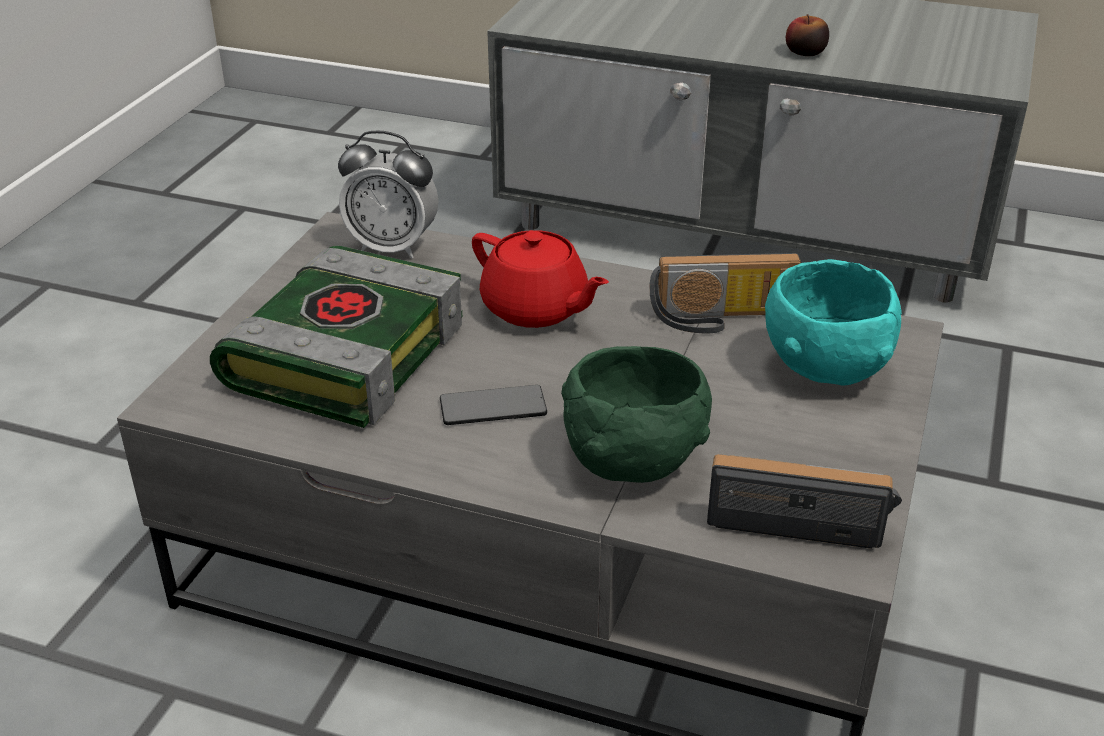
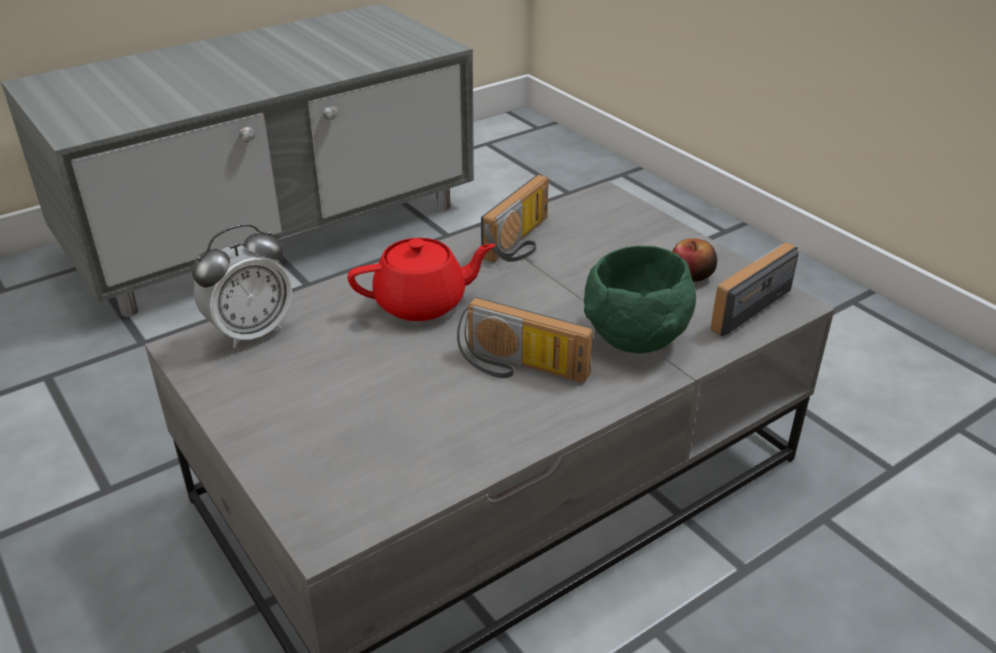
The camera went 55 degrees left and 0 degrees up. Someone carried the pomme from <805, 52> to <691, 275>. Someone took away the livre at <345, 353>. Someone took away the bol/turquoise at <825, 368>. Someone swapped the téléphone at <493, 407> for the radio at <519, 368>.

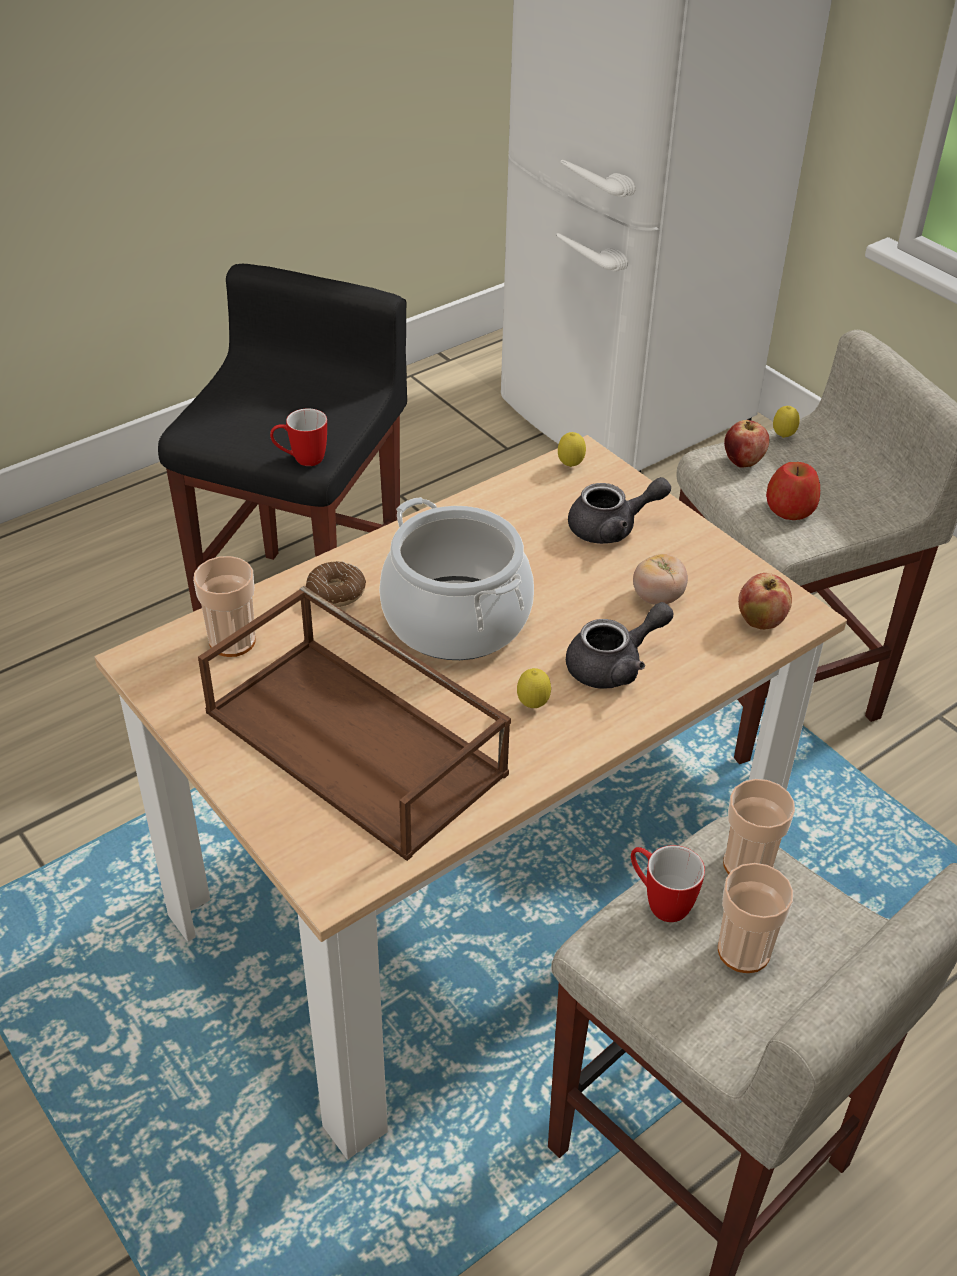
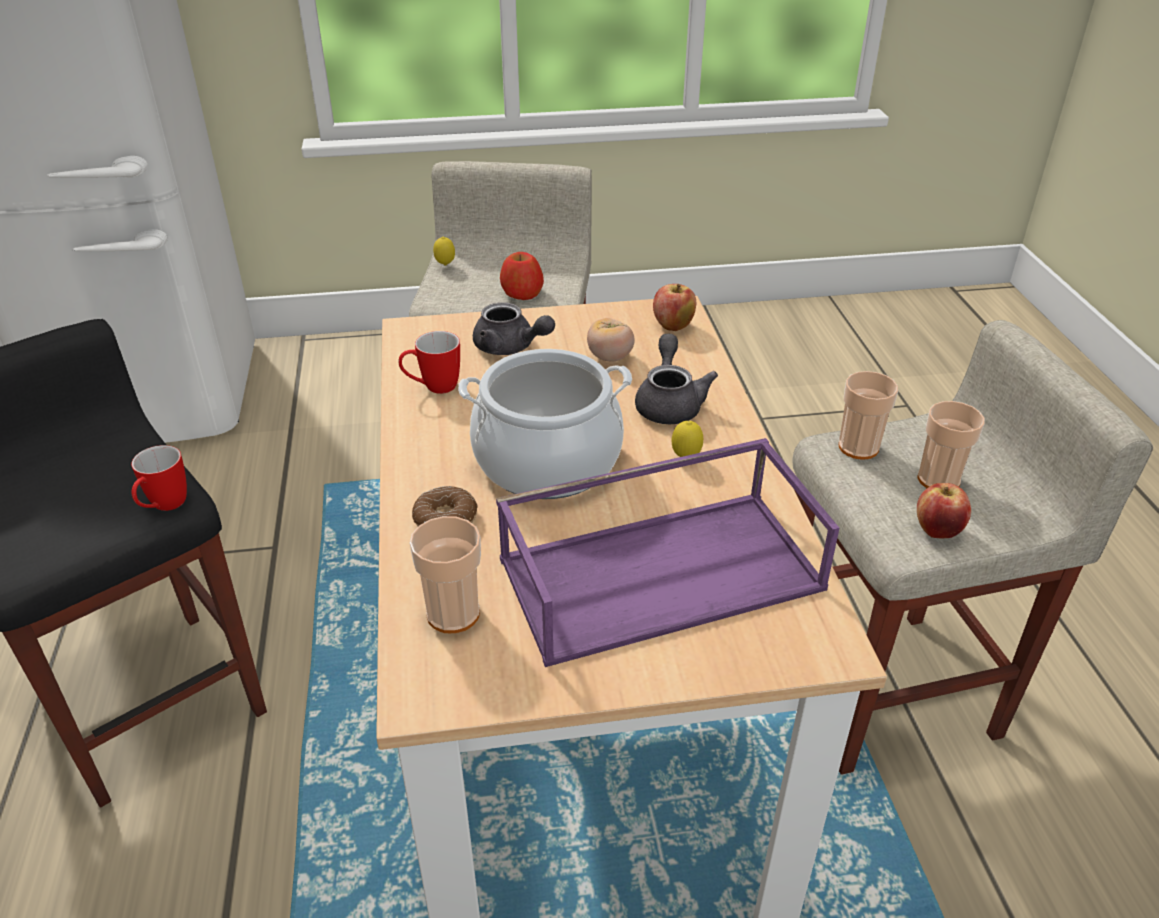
The camera went 60 degrees left and 5 degrees down. Someone carried the pomme from <743, 462> to <937, 530>. Someone took away the citron at <570, 466>. Someone rotated the théière/gris at <612, 528> by 105 degrees clockwise. Someone repainted the plateau/marron at <359, 742>, which became the plateau/violet at <662, 571>. Someone carried the mug from <659, 901> to <433, 388>.

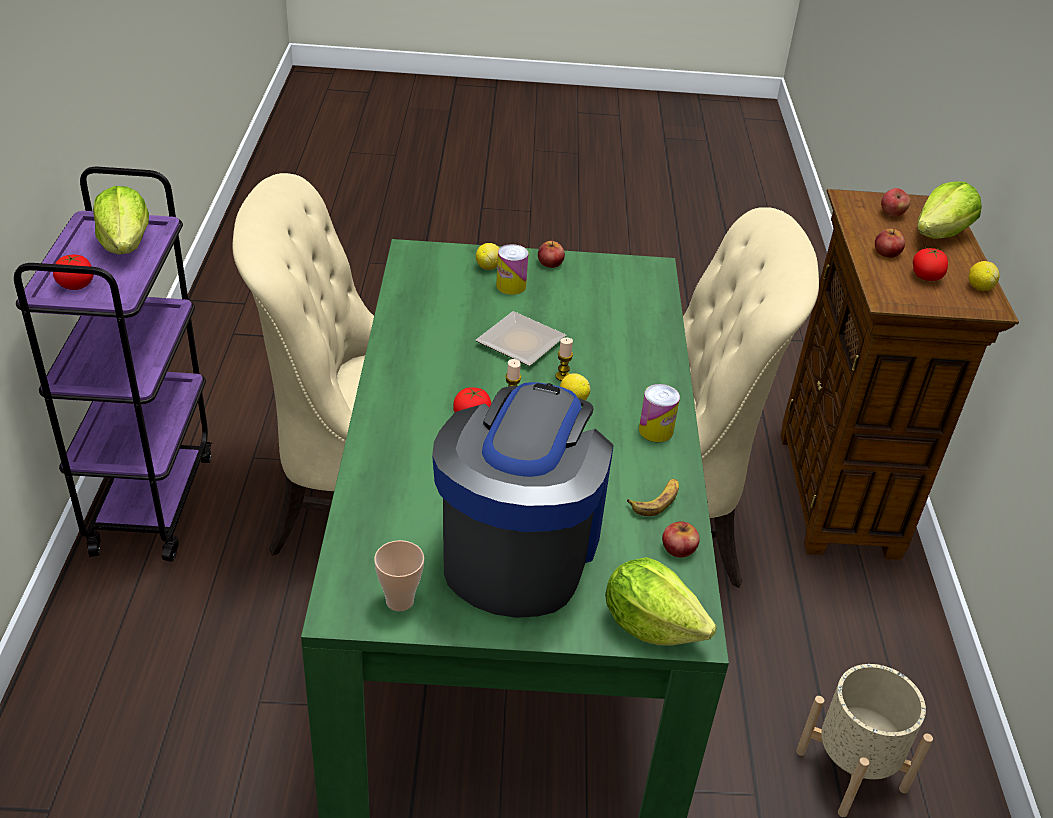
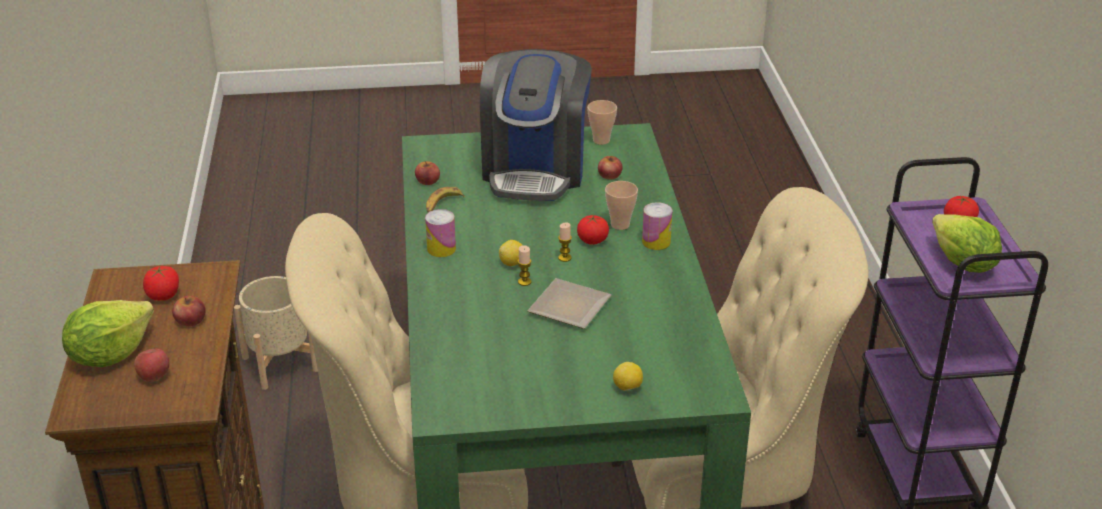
The camera went 175 degrees right and 5 degrees down. Someone carried the pomme from <550, 263> to <609, 175>. Someone carried the boîte métallique from <511, 286> to <656, 242>. Someone took away the citron at <979, 287>. Someone took away the laitue at <650, 625>. Someone put down the tasse at <620, 224>.

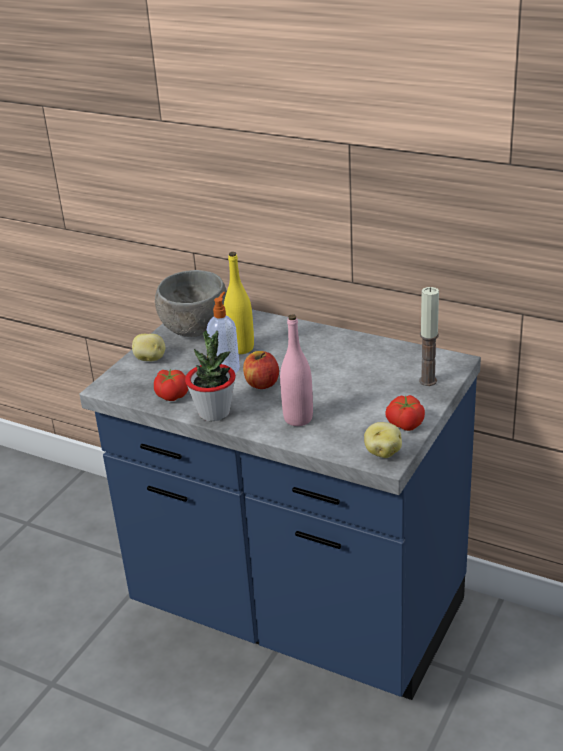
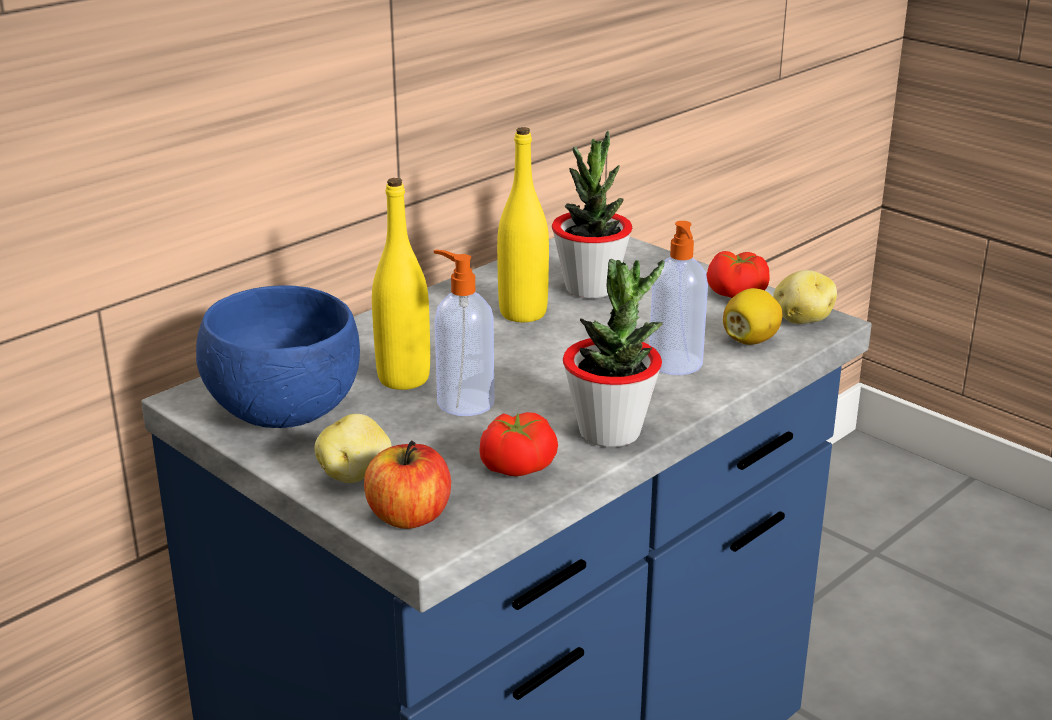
The camera went 75 degrees left and 5 degrees down. Someone repainted the bol/gris at <194, 330>, which became the bol/bleu at <283, 414>. Someone took away the bougie at <427, 381>. Someone swapped the bouteille/rose at <298, 418> for the distributeur de savon at <675, 364>. Someone carried the pomme from <262, 383> to <409, 516>. Someone put down the bouteille/jaune at <523, 313>. Someone put down the plante en pot at <590, 288>. Someone put down the citron at <750, 340>.

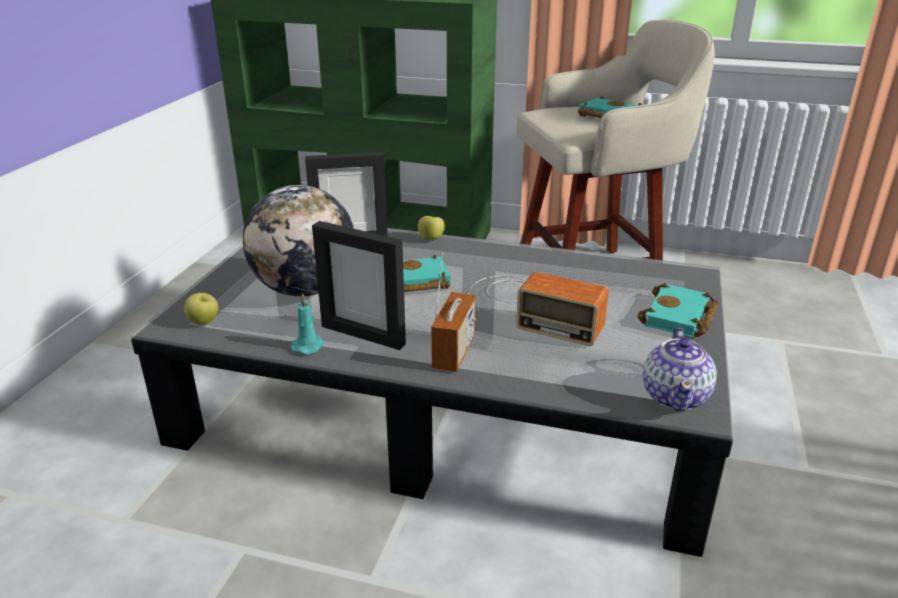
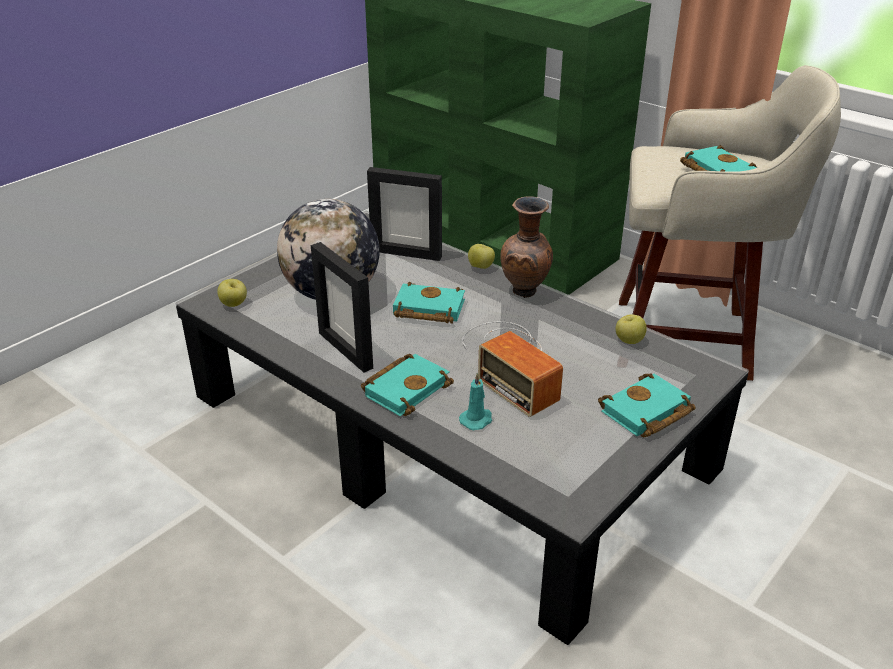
The camera went 25 degrees right and 5 degrees up. Someone swapped the radio at <454, 352> for the livre/turquoise at <406, 388>. Someone carried the bougie/turquoise from <309, 345> to <477, 420>. Someone took away the théière at <676, 396>. Someone put down the vase/marron at <525, 293>. Someone put down the pomme at <629, 341>.

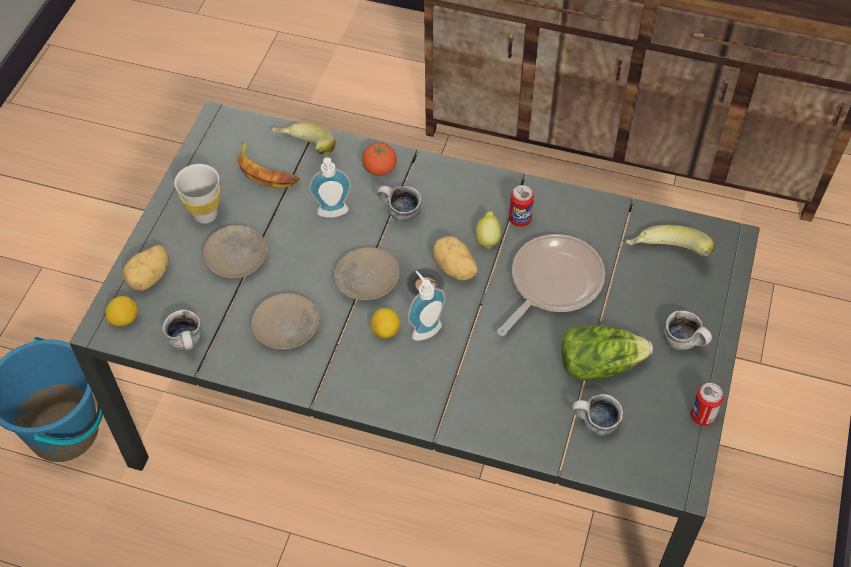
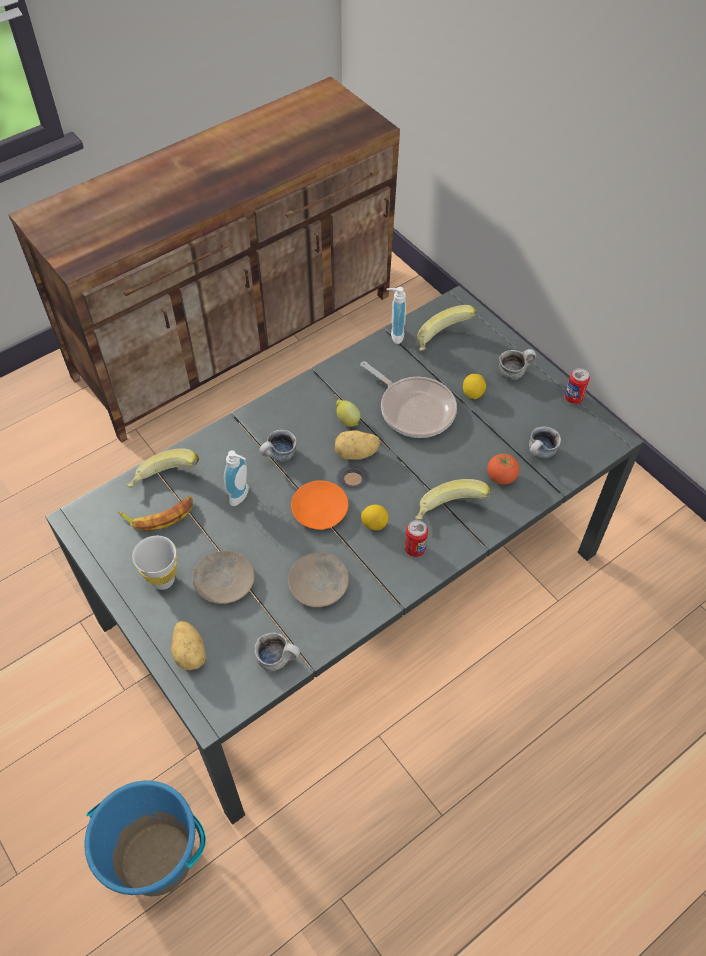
The camera went 55 degrees left and 0 degrees up. Someone carried the tomate from <380, 169> to <501, 477>. Someone carried the boîte métallique from <520, 219> to <415, 549>. Someone rotated the poêle at <552, 283> by 150 degrees clockwise. Someone repainted the assiette/beige at <366, 279>, which became the assiette/orange at <319, 510>. Someone carried the distributeur de savon from <424, 328> to <394, 334>. Someone carried the citron from <124, 319> to <473, 393>. Someone took away the laitue at <598, 363>. Someone put down the banane at <449, 513>.

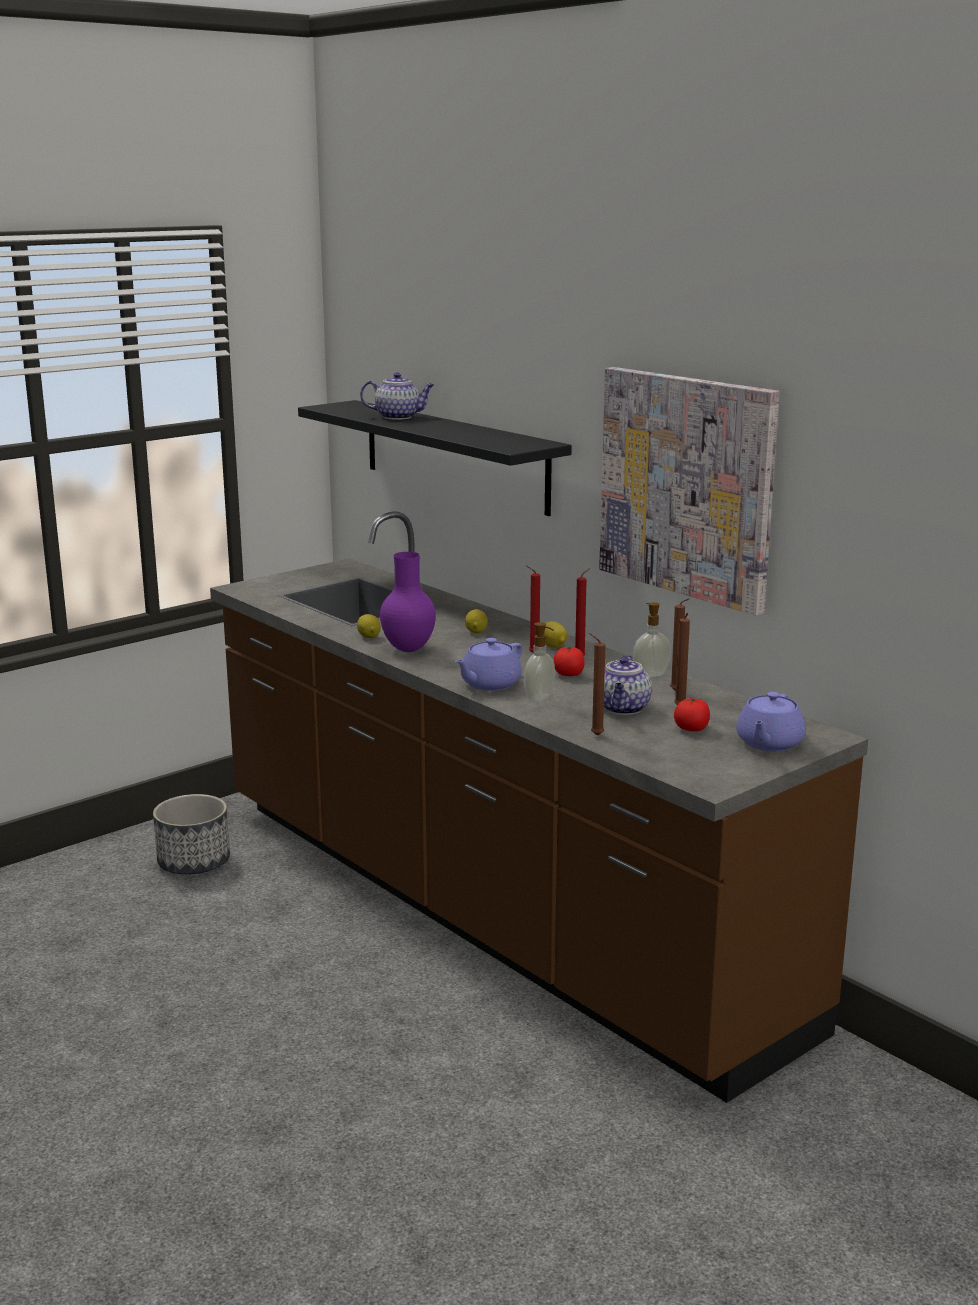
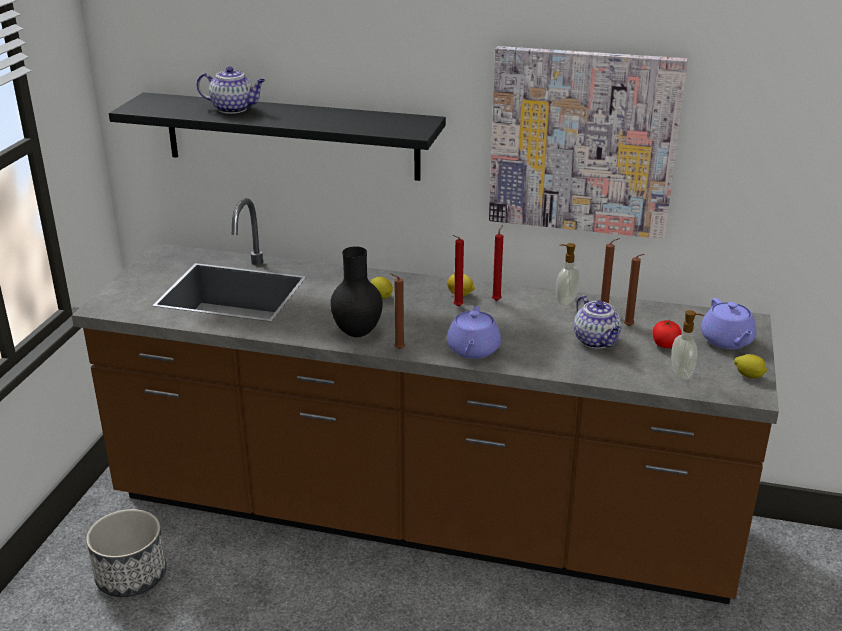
The camera went 35 degrees left and 10 degrees up. Someone rotated the théière at <399, 417> by 45 degrees clockwise. Someone repainted the vase/violet at <407, 649>, which became the vase/noir at <356, 333>. Someone carried the citron from <369, 637> to <749, 376>. Someone carried the distributeur de savon from <540, 698> to <682, 374>. Someone carried the bougie/marron from <595, 735> to <397, 349>. Someone took away the tomate at <568, 674>.

